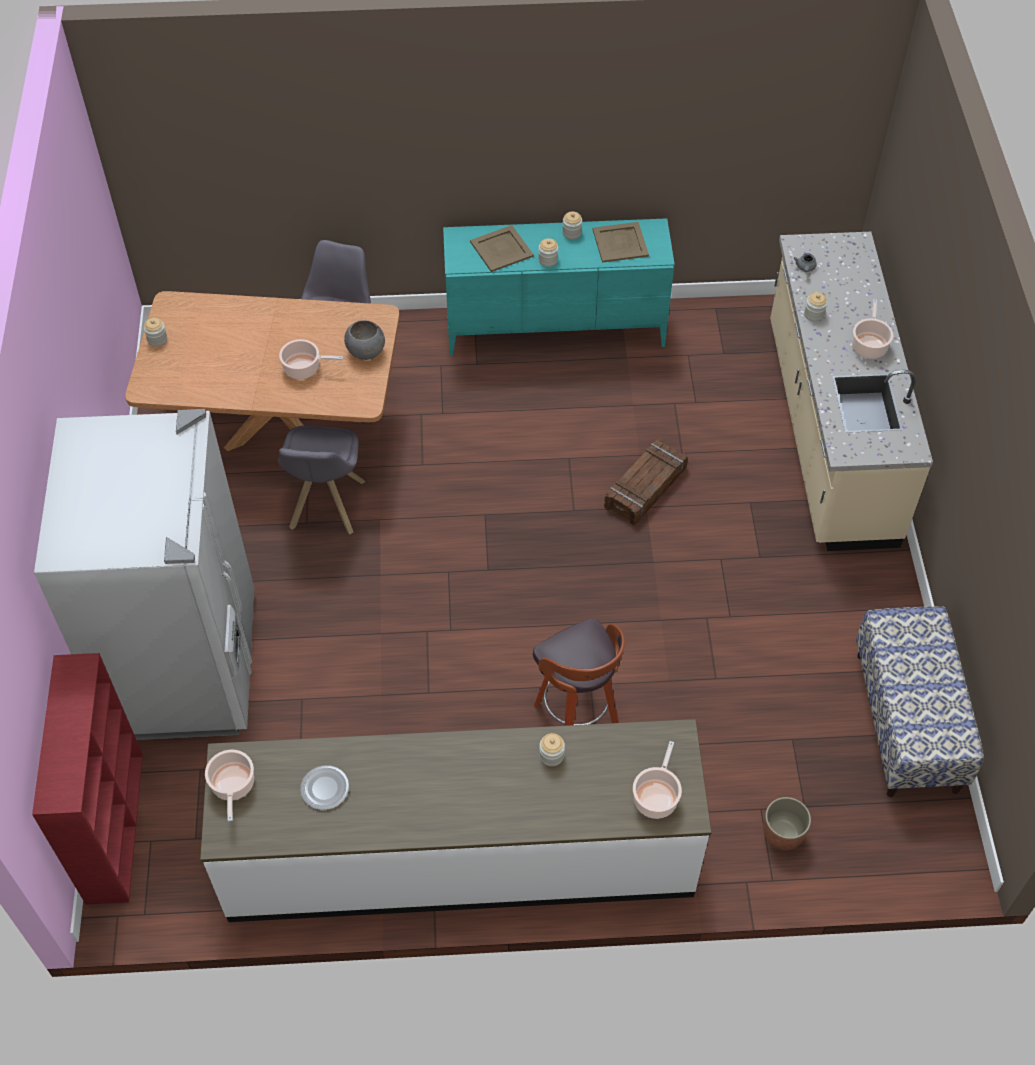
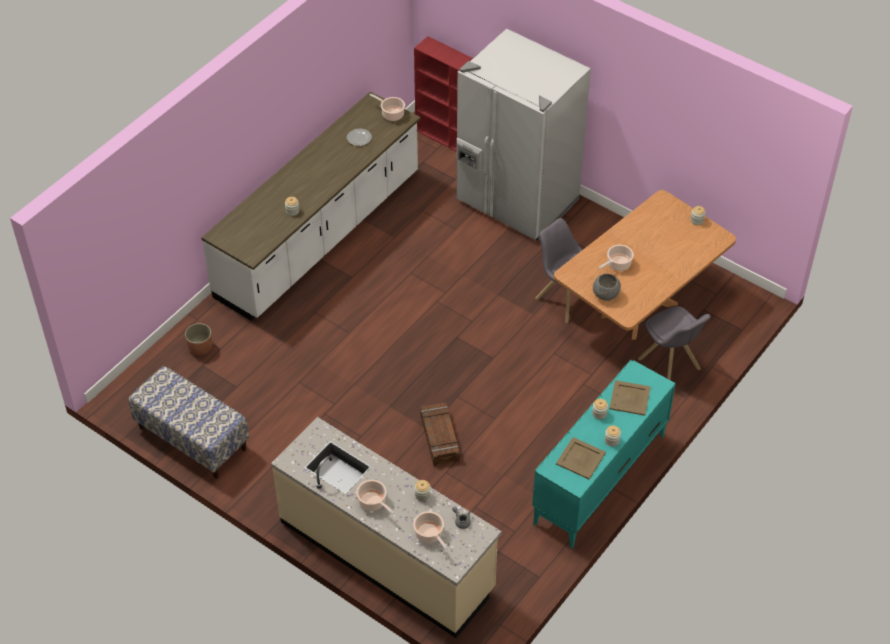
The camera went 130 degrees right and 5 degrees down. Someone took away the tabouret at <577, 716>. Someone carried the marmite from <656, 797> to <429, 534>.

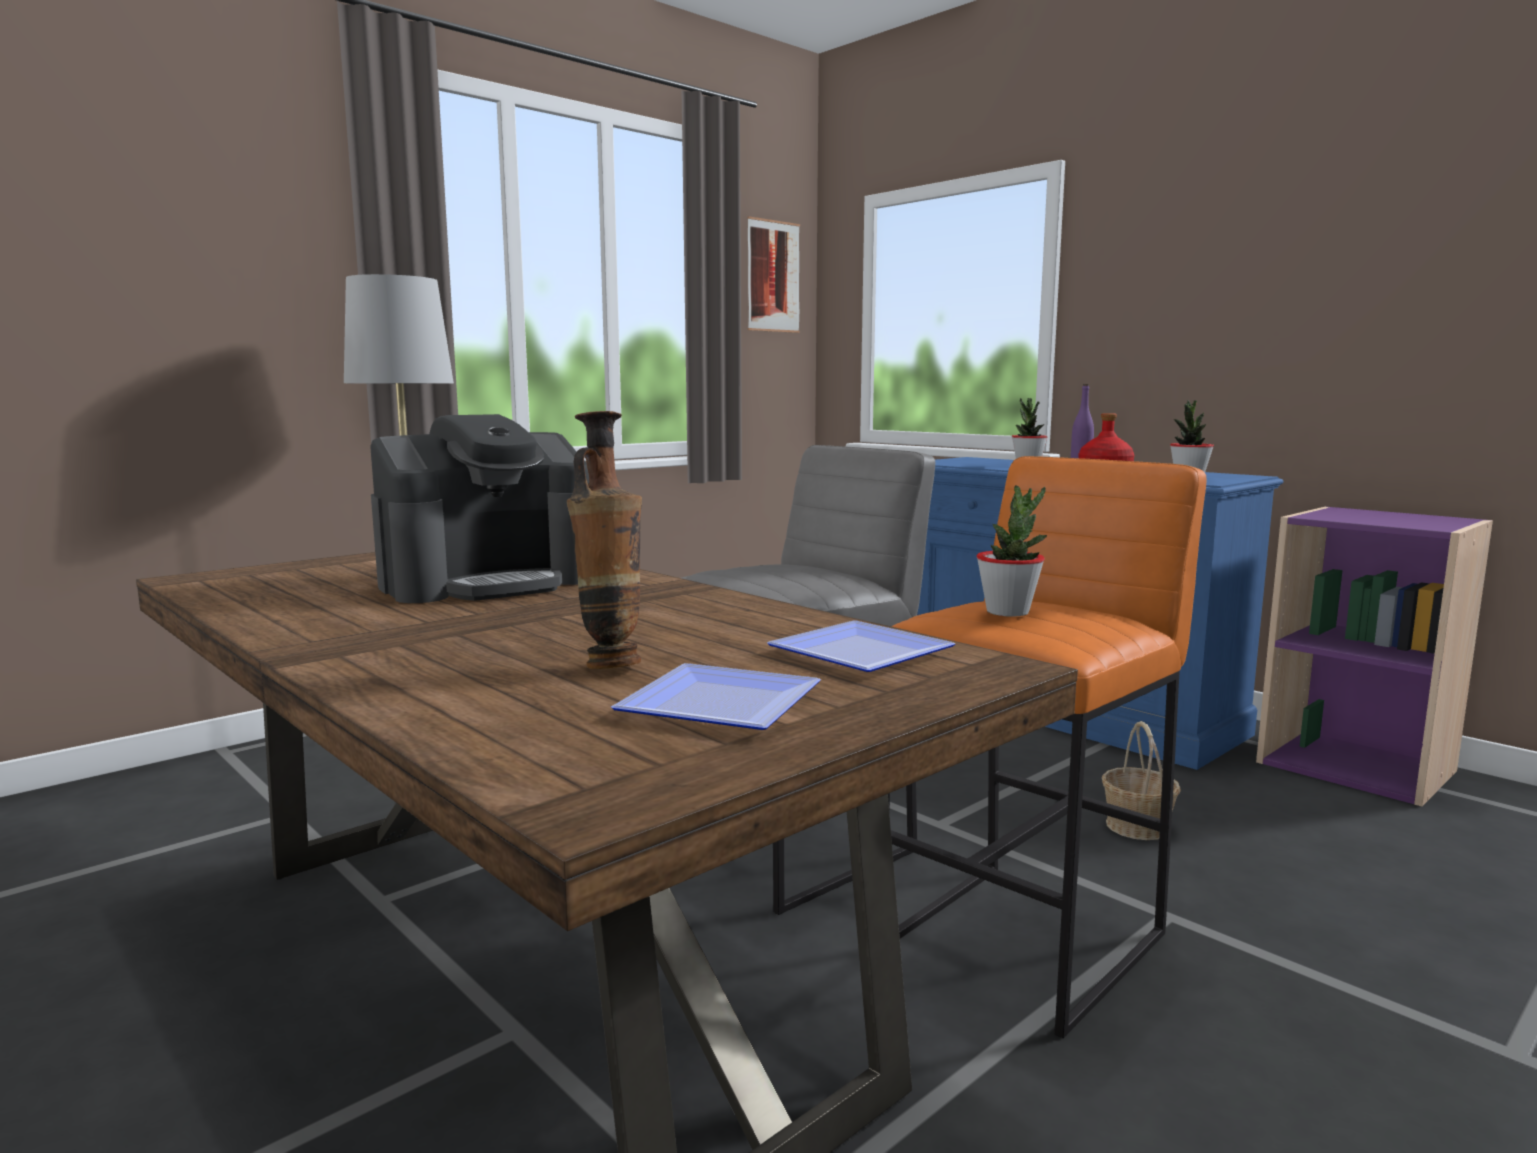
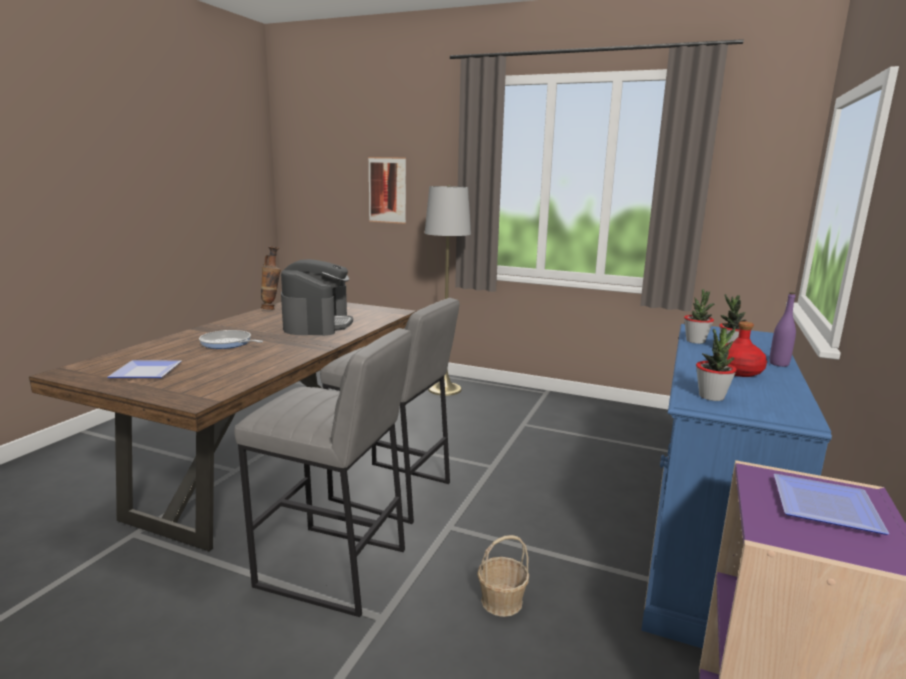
The camera went 65 degrees right and 5 degrees up. Someone carried the tableau from <773, 276> to <387, 190>. Someone carried the vase from <610, 664> to <272, 309>. Someone rotated the machine à café at <489, 582> by 120 degrees counterclockwise. Someone repainted the tabouret/orange at <1024, 939>, which became the tabouret/gris at <334, 568>. Someone carried the plante en pot from <1008, 612> to <695, 341>. Someone carried the assiette from <860, 652> to <827, 506>. Someone put down the poêle at <228, 343>.

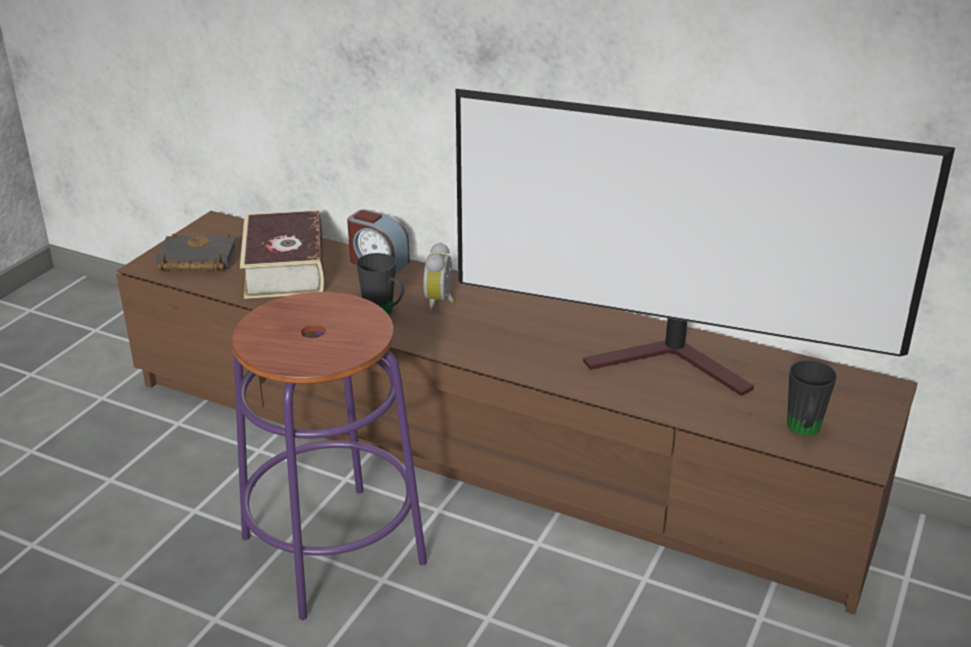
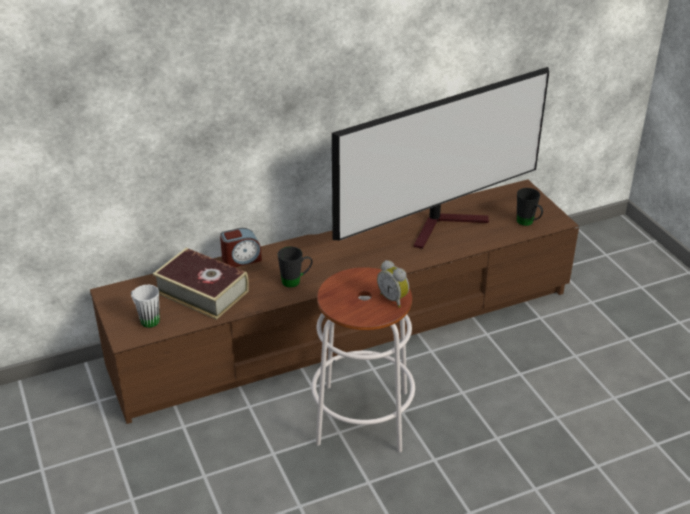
The camera went 50 degrees left and 5 degrees up. Someone swapped the livre/noir at <195, 260> for the mug/blanc at <146, 319>. Someone carried the réveil from <441, 302> to <394, 298>. Someone repainted the tabouret/violet at <333, 550>, which became the tabouret/blanc at <362, 417>.

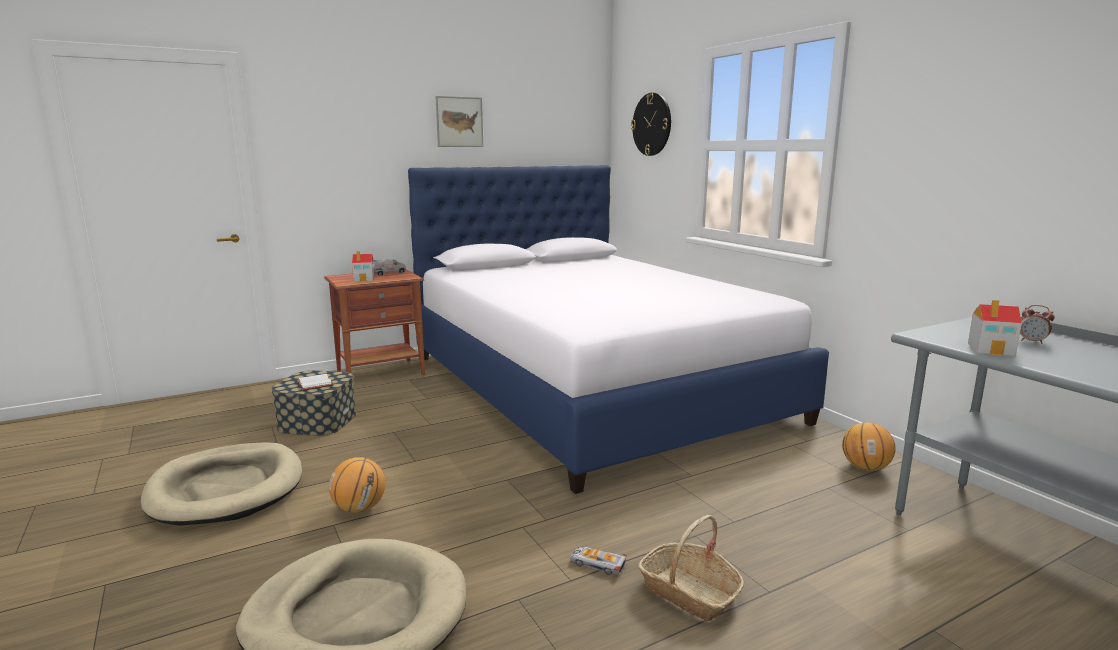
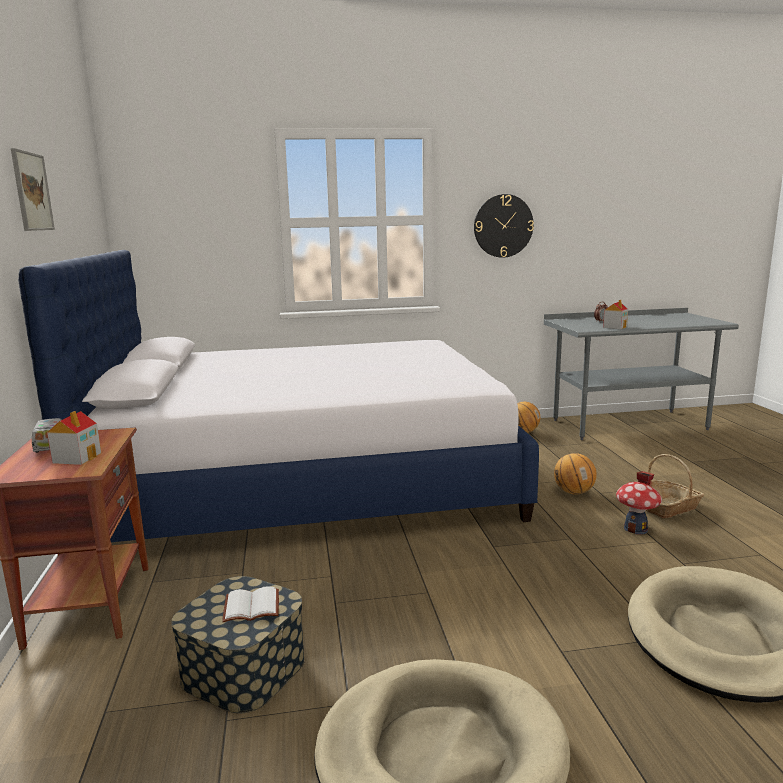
The camera went 70 degrees left and 0 degrees up. Someone carried the horloge murale from <652, 124> to <503, 226>. Someone carried the ballon de basket from <360, 508> to <573, 492>. Someone swapped the petite voiture at <597, 564> for the maison miniature at <636, 529>.

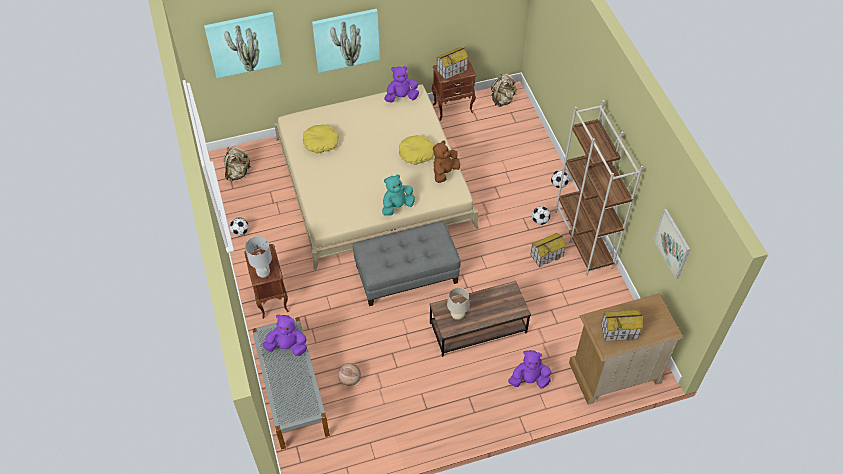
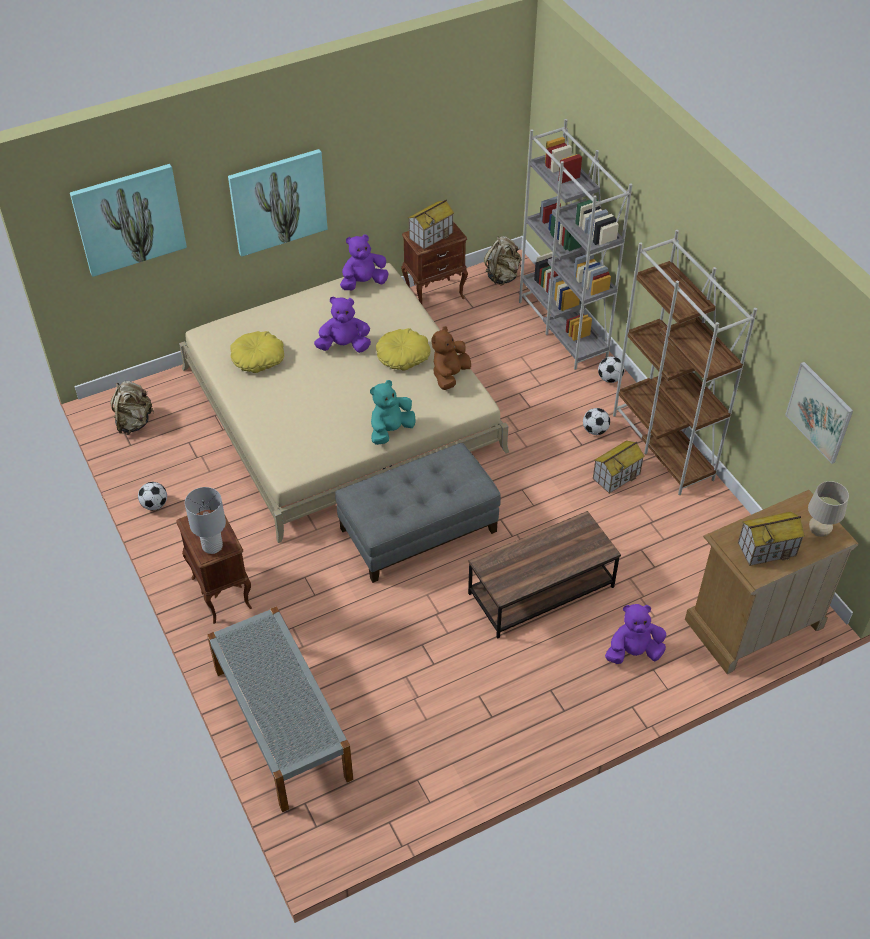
The camera went 10 degrees left and 5 degrees down. Someone carried the lampe de table/beige from <457, 315> to <818, 531>. Someone carried the peluche/violet from <287, 346> to <344, 346>. Someone took away the ballon de basket at <350, 379>. Someone put down the bibliothèque/gris at <563, 329>.

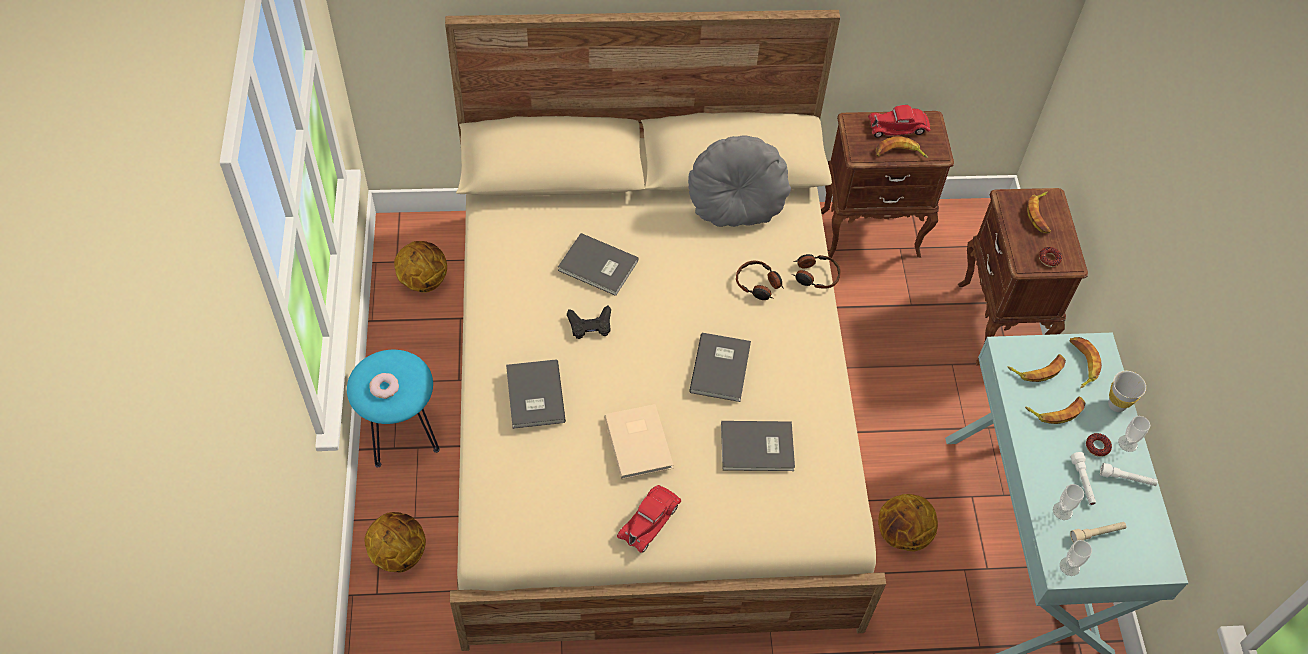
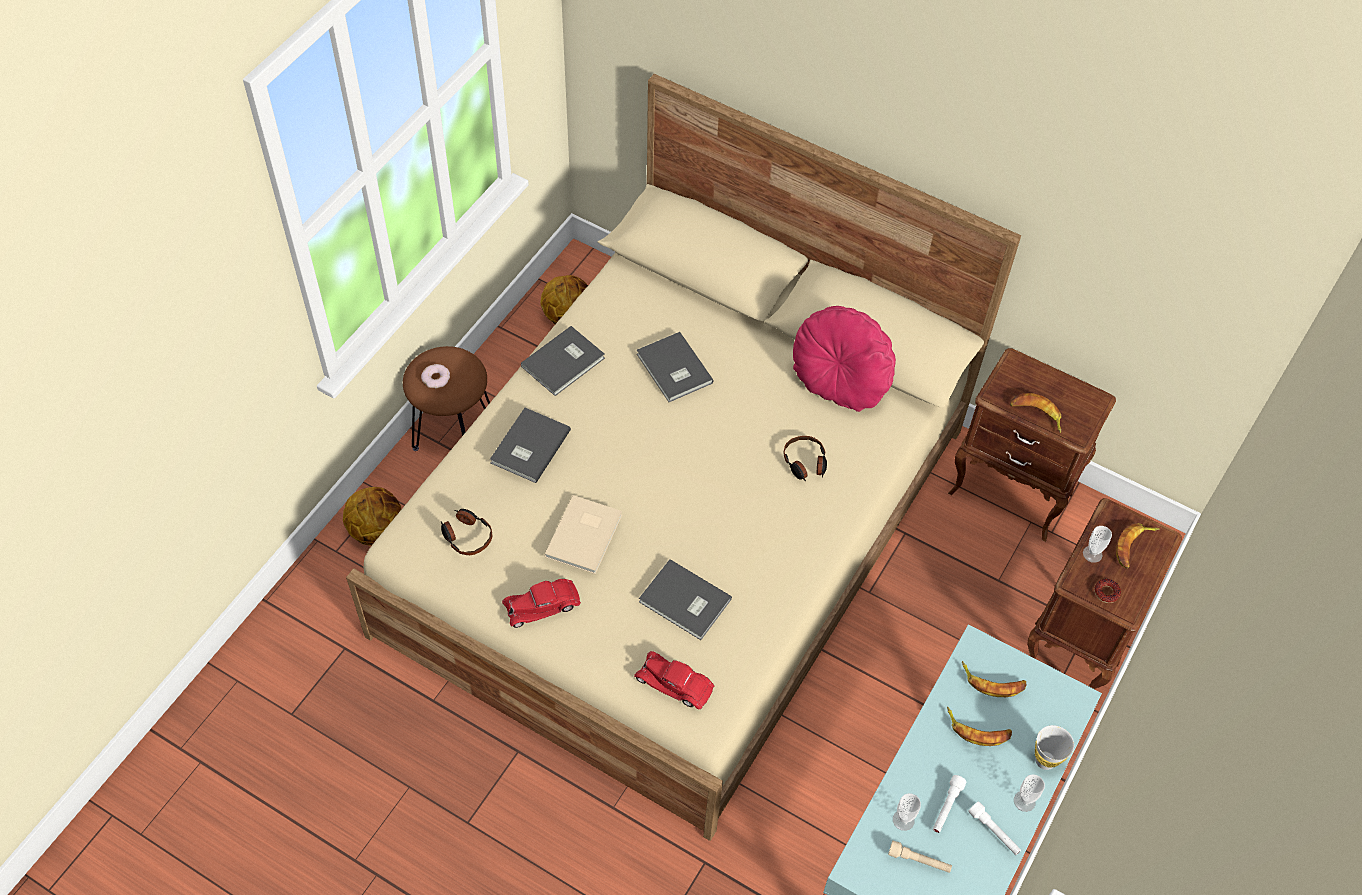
The camera went 35 degrees right and 0 degrees up. Someone carried the petite voiture/rouge from <898, 127> to <674, 683>. Someone repainted the coussin/gris at <735, 211>, which became the coussin/rose at <838, 387>. Someone carried the casque audio from <815, 275> to <466, 536>. Someone took away the manette/noir at <590, 325>. Someone carried the livre/gris from <722, 368> to <565, 363>. Someone took away the banane at <1081, 364>. Someone repainted the tabouret/turquoise at <401, 432>, which became the tabouret/marron at <454, 433>. Someone took away the beignet at <1097, 446>. Someone took away the ballon de basket at <902, 535>. Someone carried the tasse from <1069, 566> to <1092, 554>.

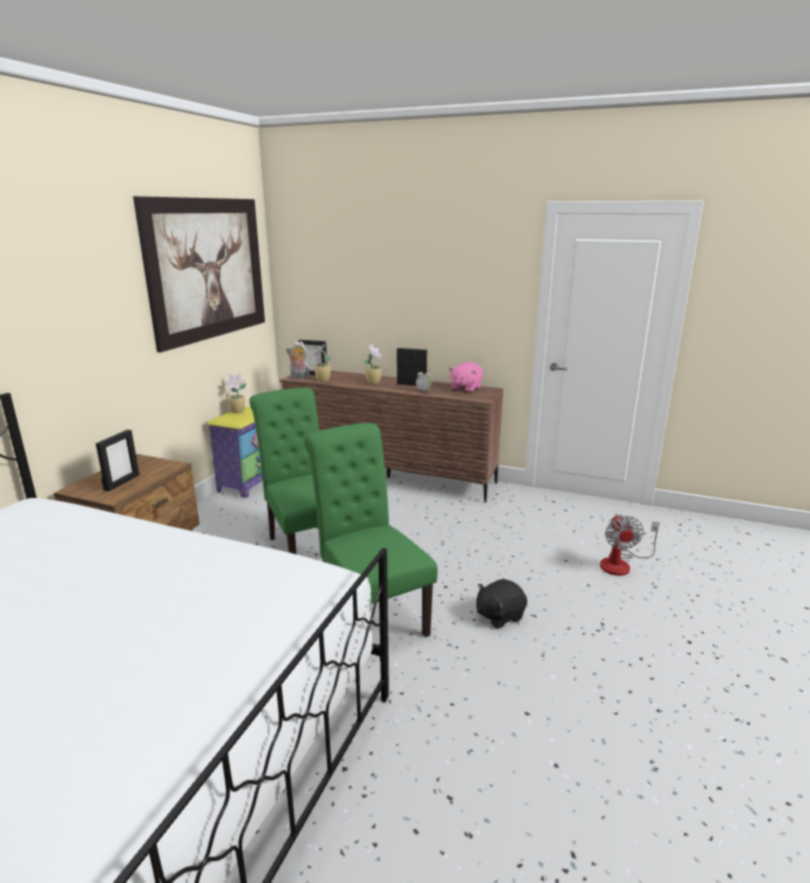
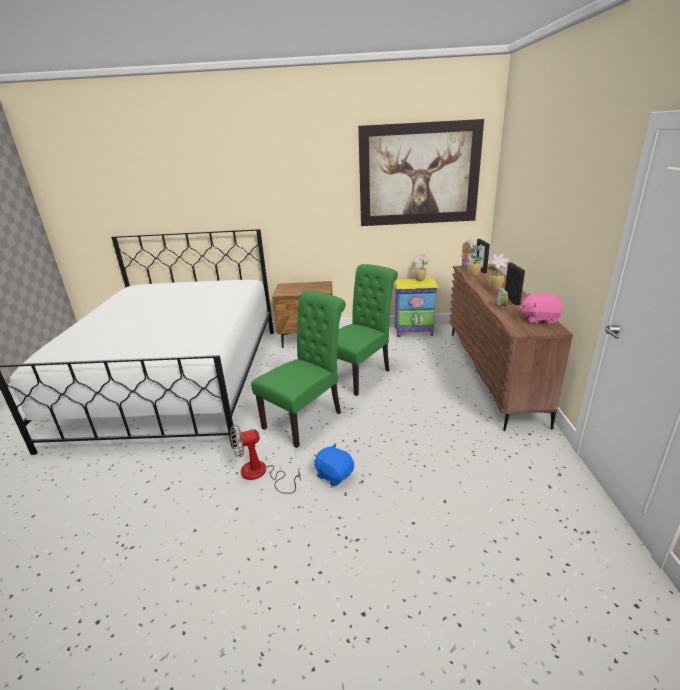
The camera went 70 degrees right and 5 degrees up. Someone took away the cadre photo at <122, 482>. Someone carried the ventilateur from <621, 563> to <261, 474>. Someone repainted the peluche/noir at <499, 616>, which became the peluche/bleu at <334, 475>.

